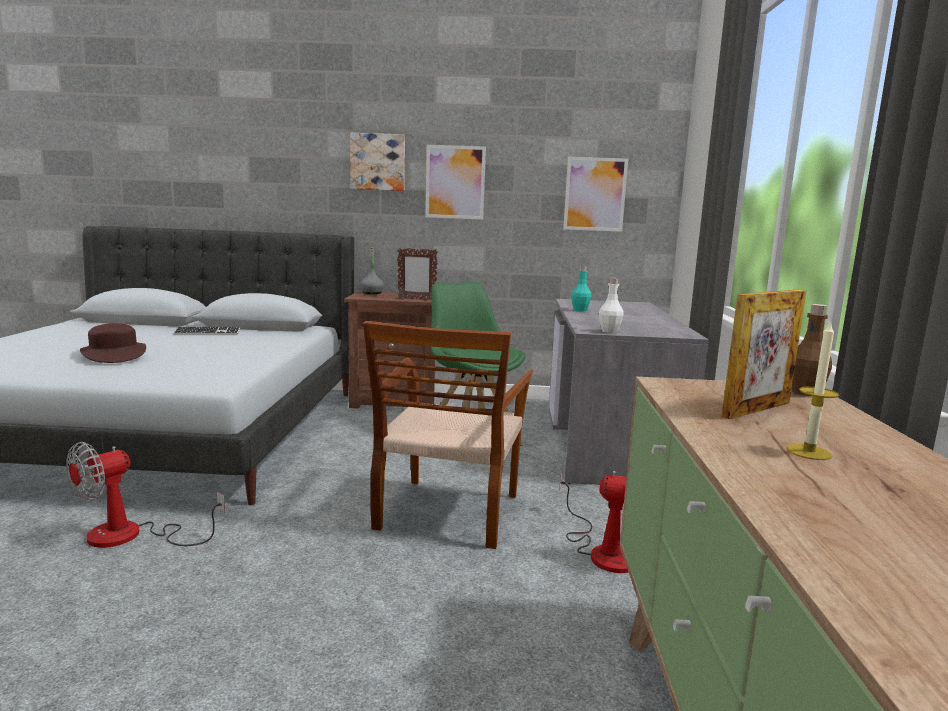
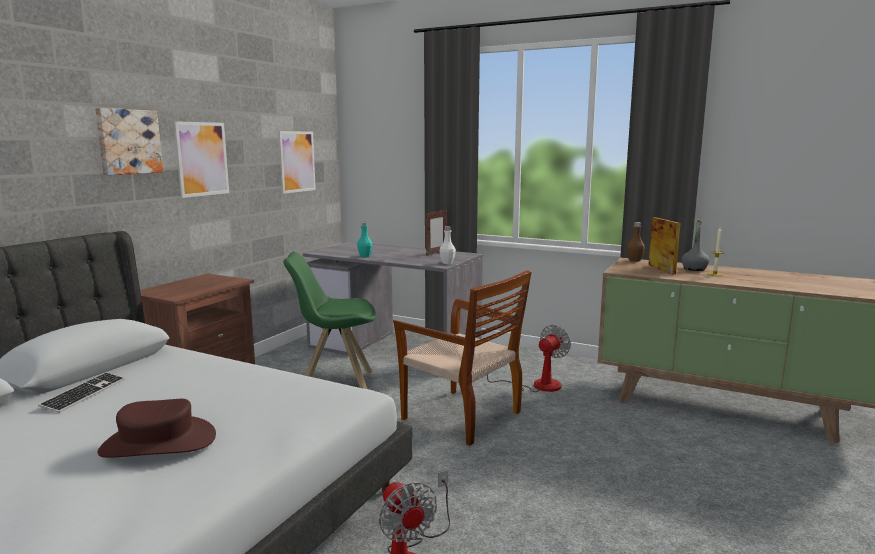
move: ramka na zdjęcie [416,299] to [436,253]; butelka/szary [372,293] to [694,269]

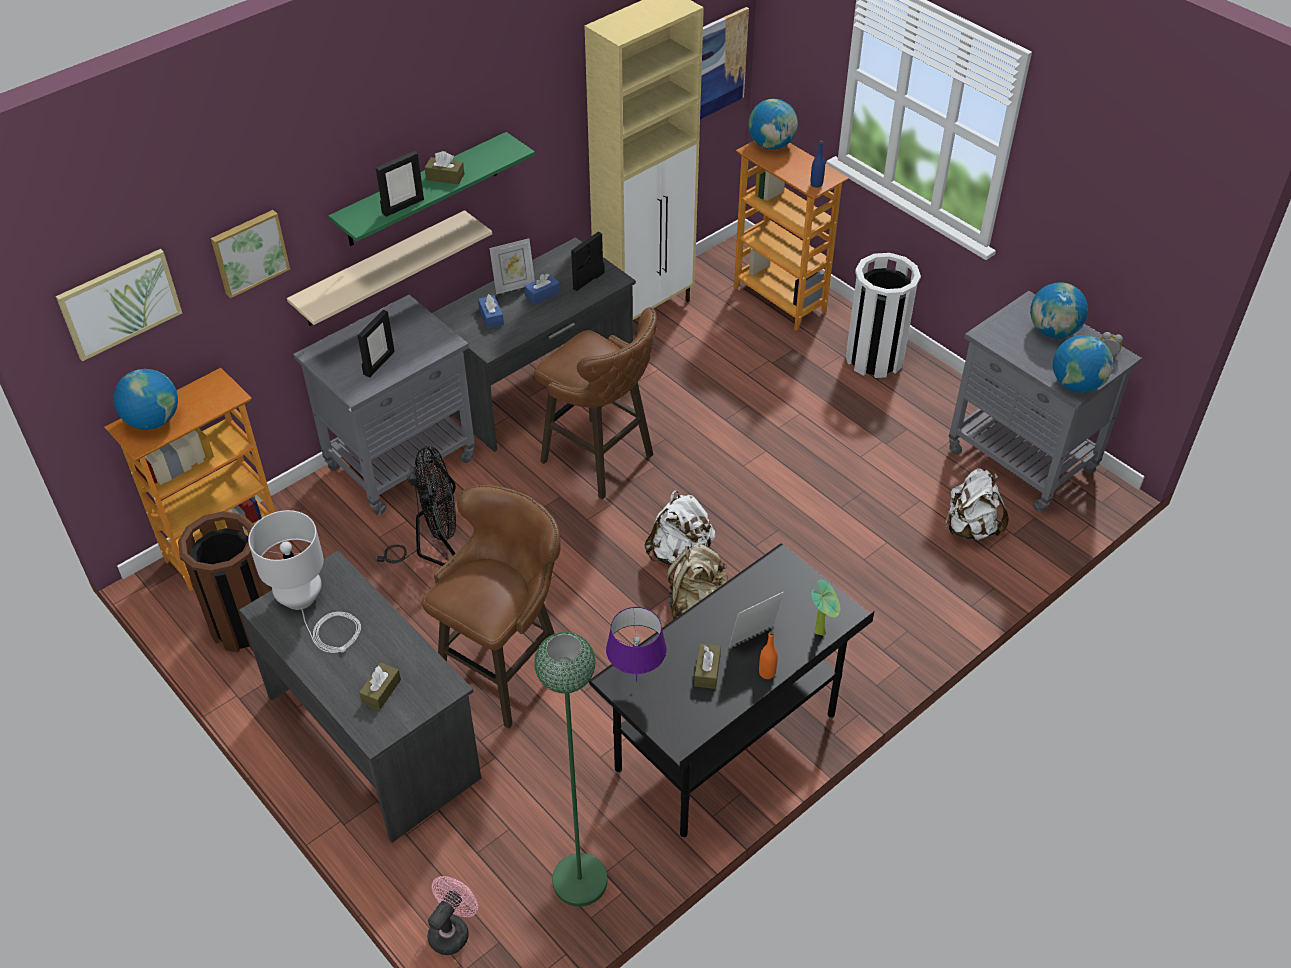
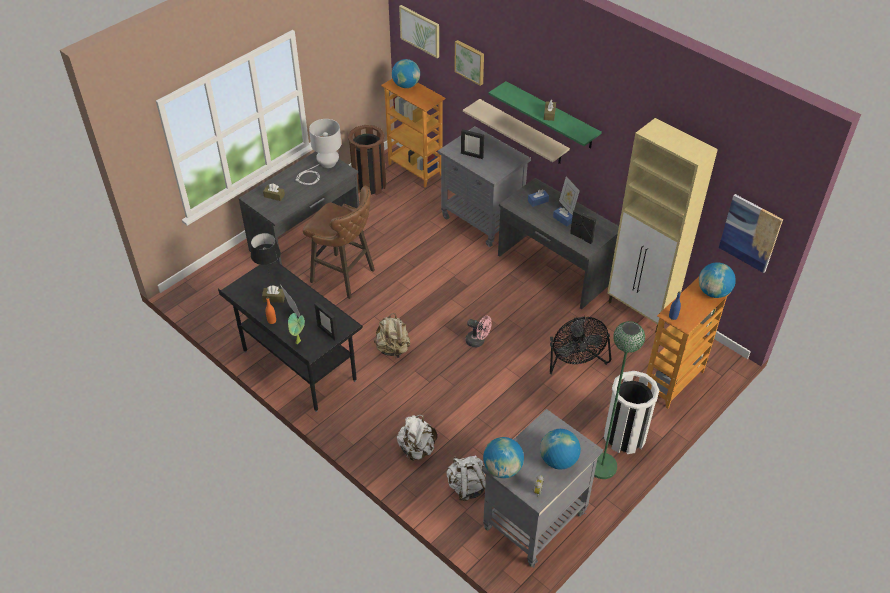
delete: stołek/brązowy [601,460]
move: ramka na zdjęcie [403,206] to [328,332]; plecak/biały [679,552] to [417,449]; wentylator/różowy [452,930] to [478,341]; wentylator/czarny [432,538] to [572,360]; lampa stojąca/zielony [579,881] to [601,466]
recolor: lampa stołowa/fioletowy [637,681] to lampa stołowa/czarny [269,273]

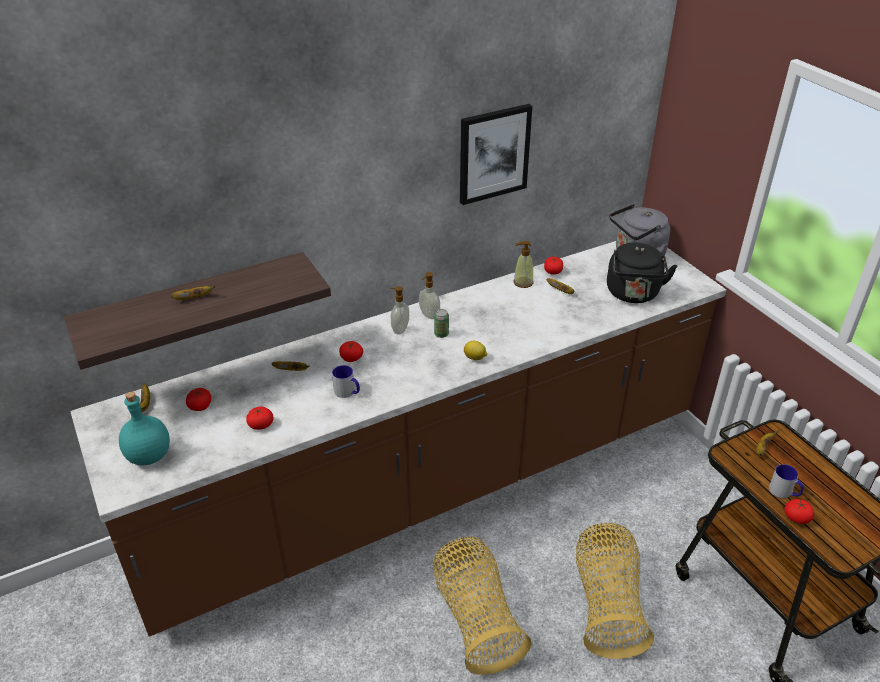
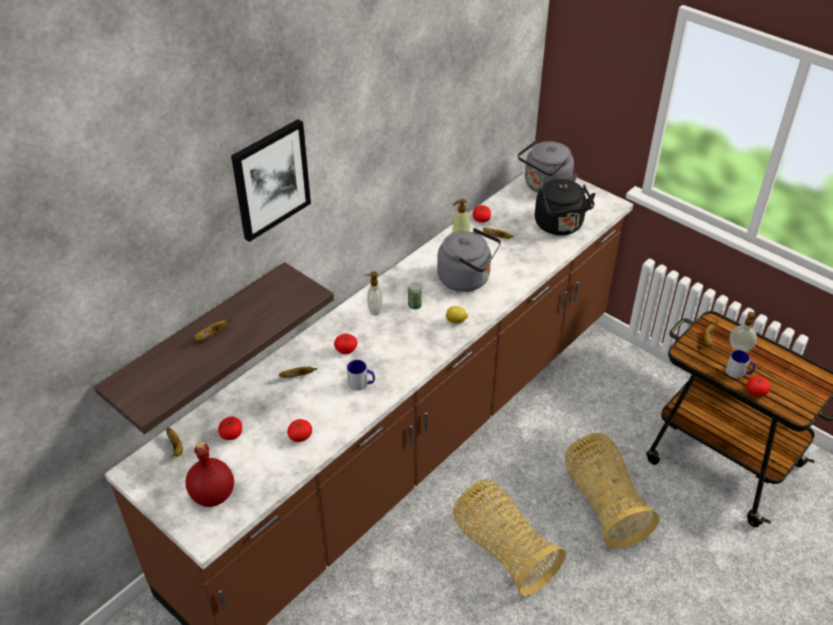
insert: czajnik/szary [467,279]
move: obraz [493,153] to [270,179]; dozownik mydła [428,315] to [739,348]
recolor: butelka/turkusowy [149,455] to butelka/czerwony [213,494]

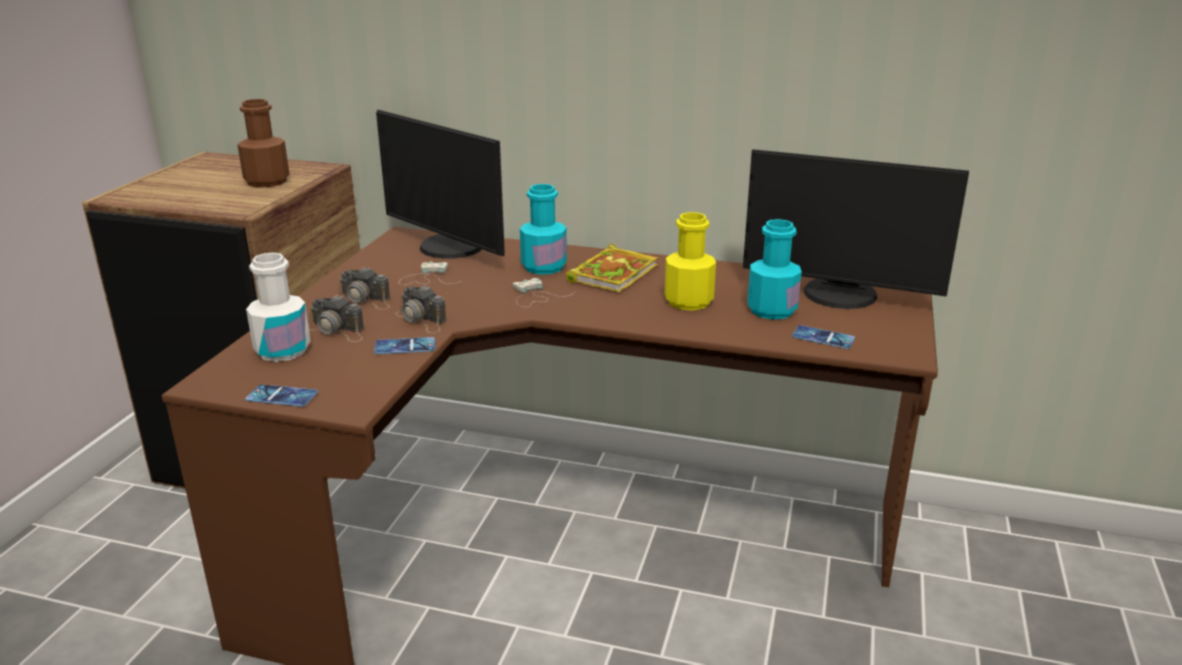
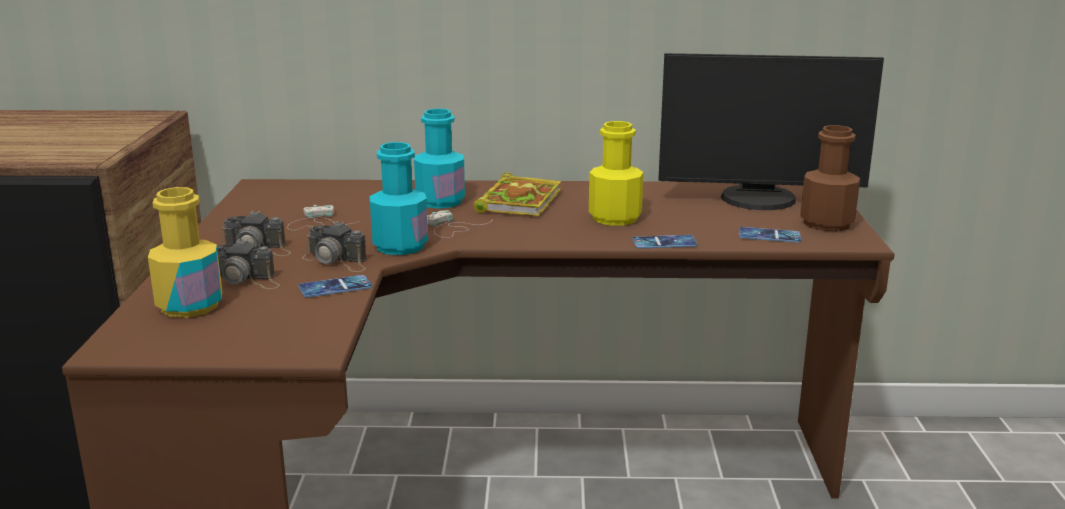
delete: monitor [449,248]
move: butelka/turkusowy [771,310] to [400,246]; telefon [281,396] to [664,242]; butelka/brązowy [267,181] to [827,223]
recolor: butelka/biały [283,350] to butelka/żółty [190,306]

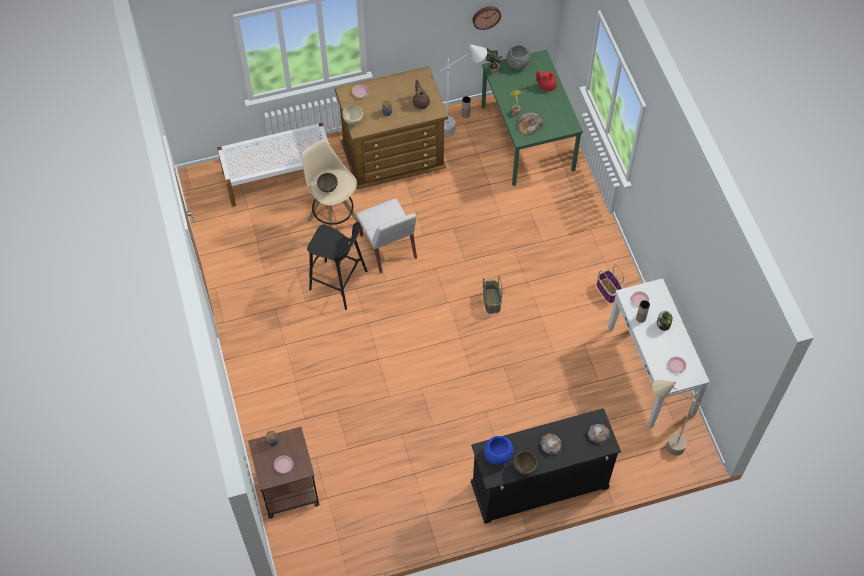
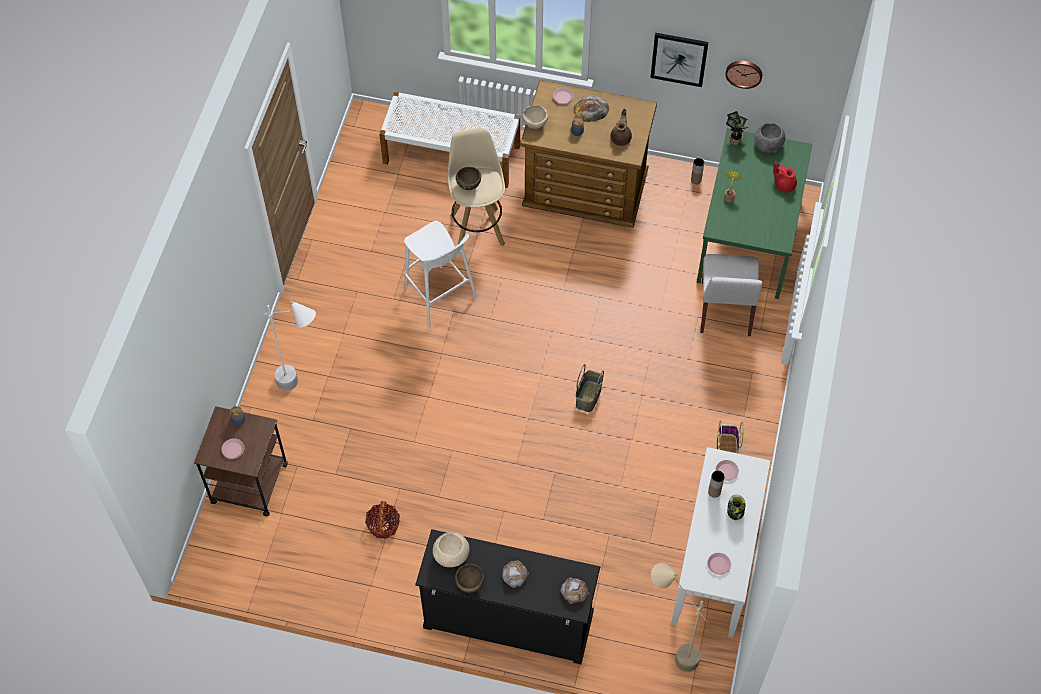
insert: koszyk [383,525]; obraz [679,59]
move: lampa stojąca/biały [460,127] to [303,387]; chleb [529,124] to [591,109]; krzesło/biały [388,247] to [725,309]
recolor: stołek/czarny [338,283] to stołek/biały [439,296]; miska/niebieski [497,455] to miska/beżowy [451,555]

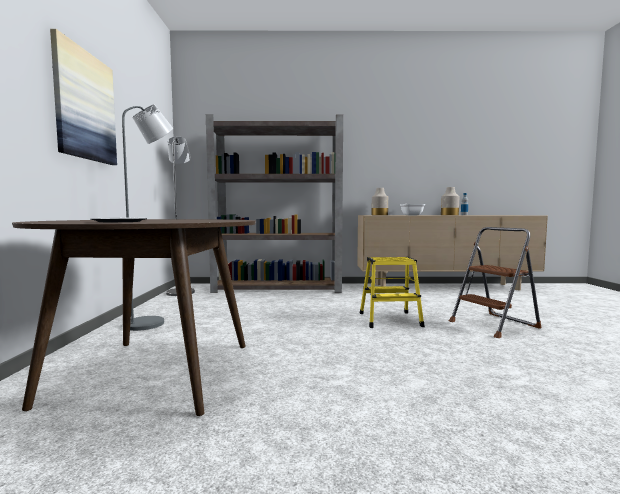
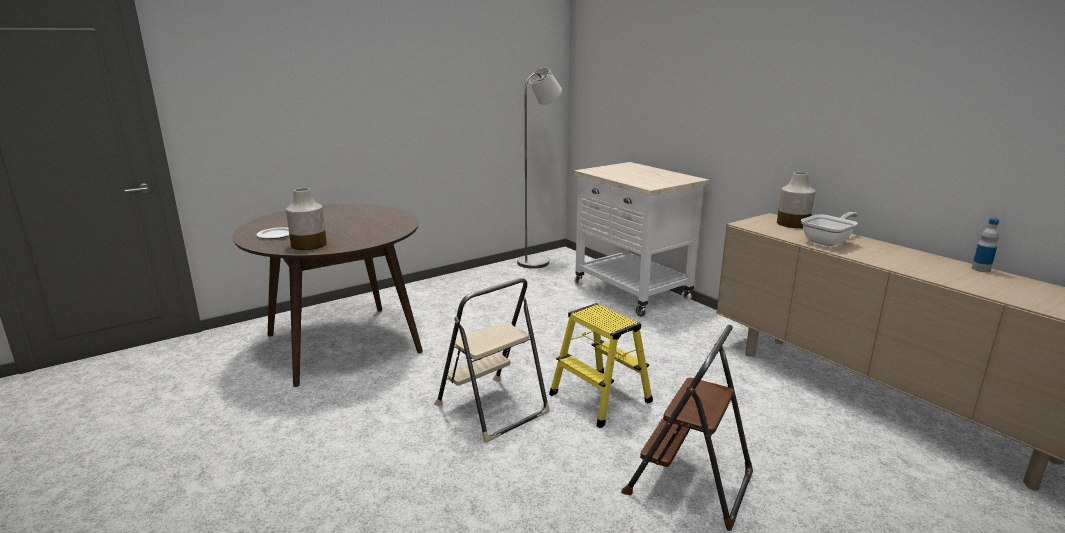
delete: obraz [84,106]; lampa stojąca/szary [151,322]
insert: drabinka/beżowy [494,410]
move: wazon/beżowy [449,215] to [309,244]
replace: regał/brązowy [278,288] to wózek/biały [632,293]

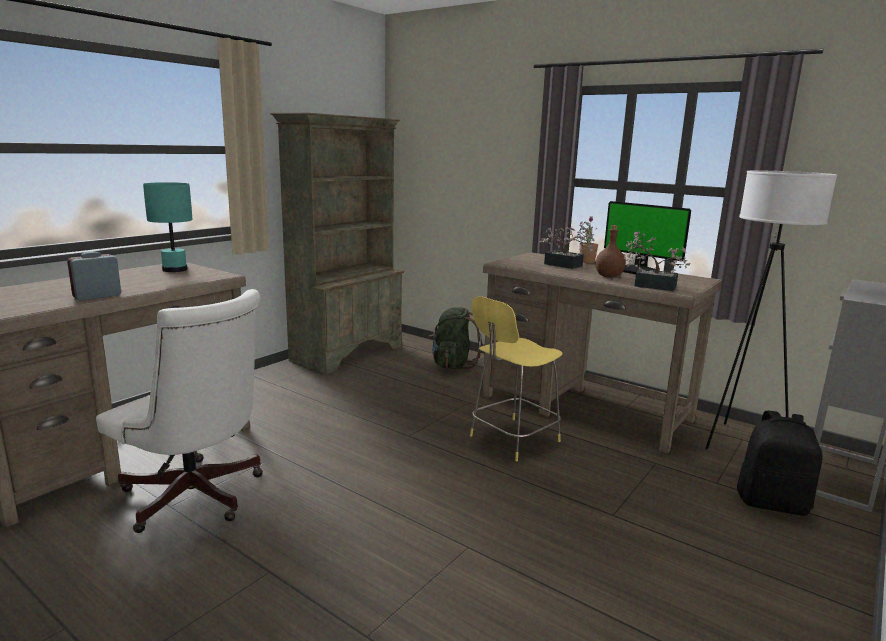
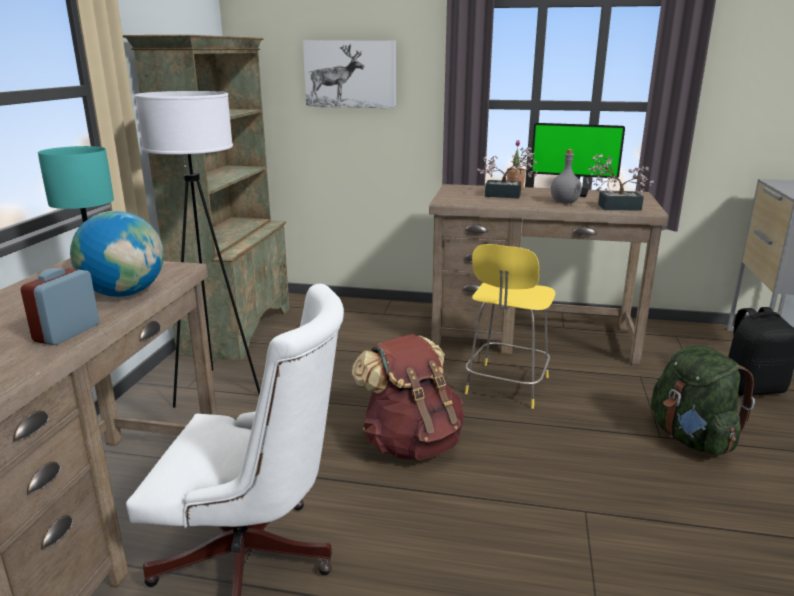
insert: globus [125,293]; obraz [350,74]; plecak/brązowy [411,443]
move: lampa stojąca/biały [740,443] to [216,390]; plecak/zielony [452,365] to [691,438]
recolor: butelka/brązowy [608,276] to butelka/szary [564,202]

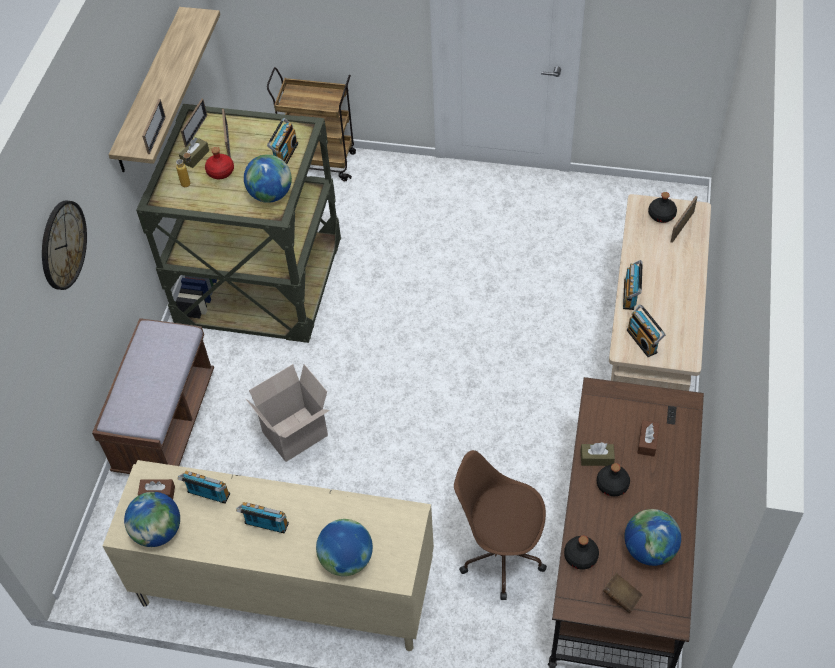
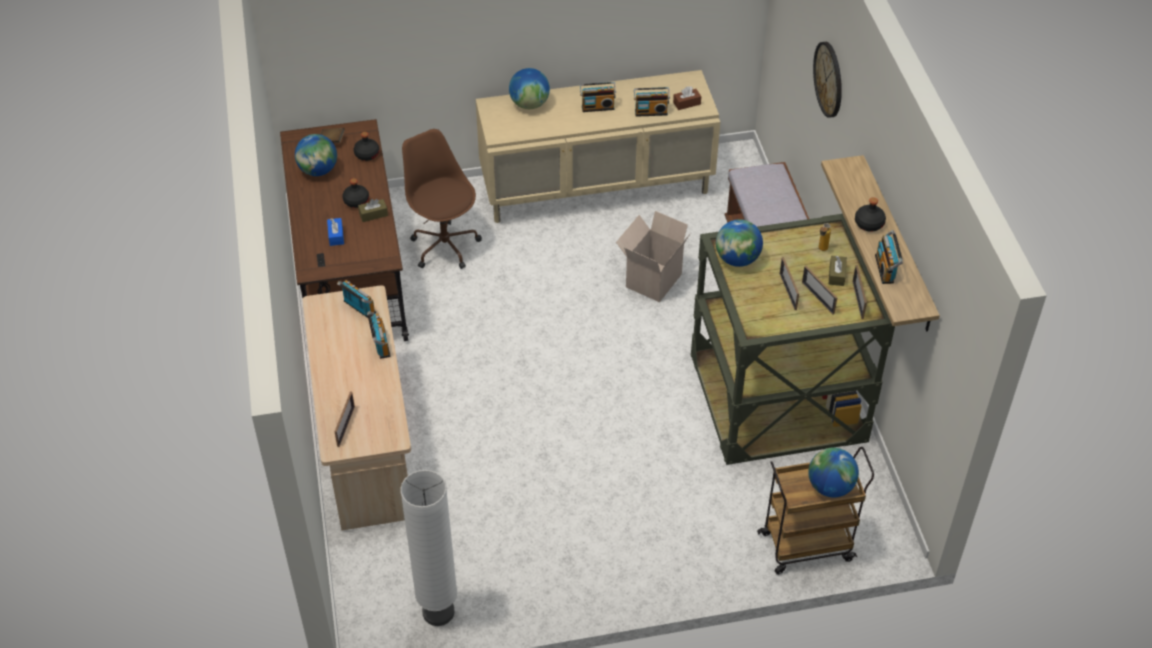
delete: butelka/czerwony [221,171]
insert: lampa stojąca/biały [438,612]
move: ramka na zdjęcie [156,135] to [788,291]; globus [158,532] to [830,487]; butelka/czarny [662,215] to [868,223]; radio [285,154] to [886,269]
recolor: pudełko chusteczek/brązowy [647,442] to pudełko chusteczek/niebieski [336,236]
rotate: krzesło biurowe/brązowy [499,557] = [444,246] 120 degrees counterclockwise

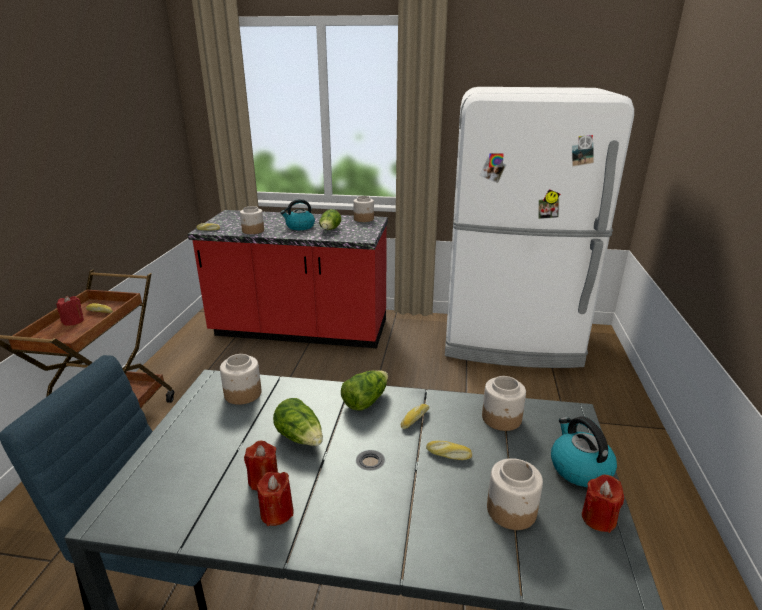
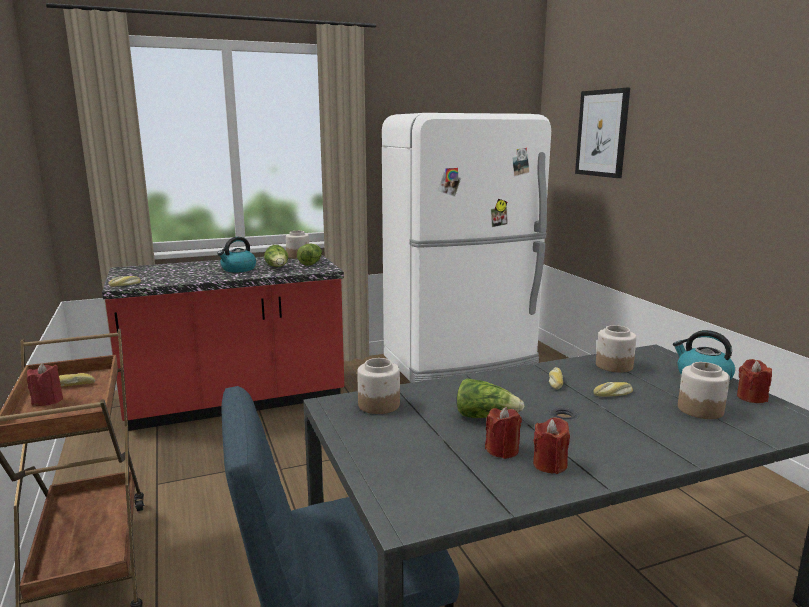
delete: słoik [253,231]
insert: obraz [602,133]
move: sałata [365,400] to [310,263]

